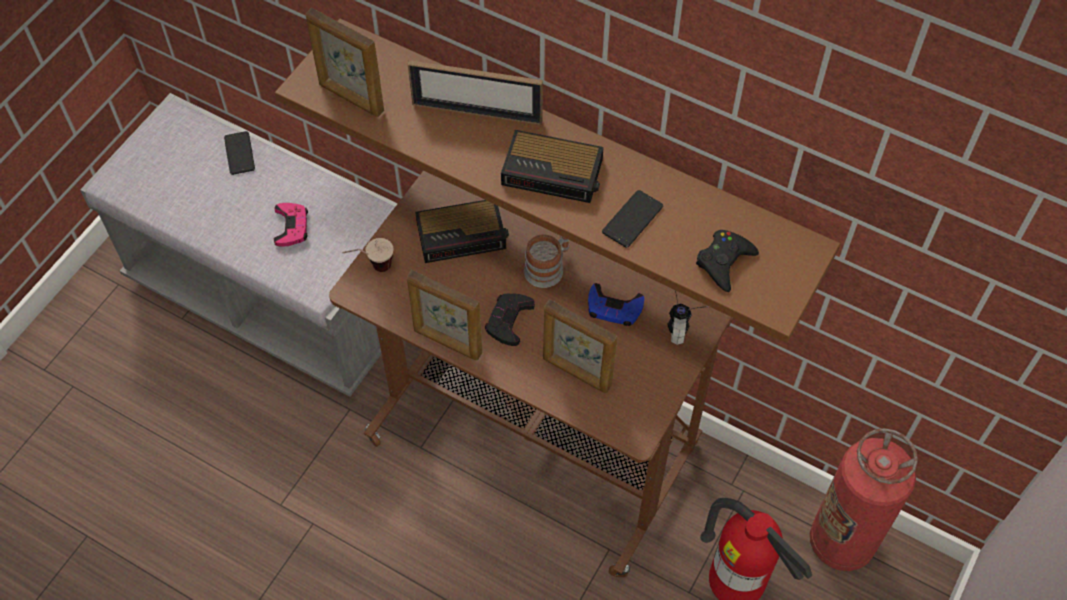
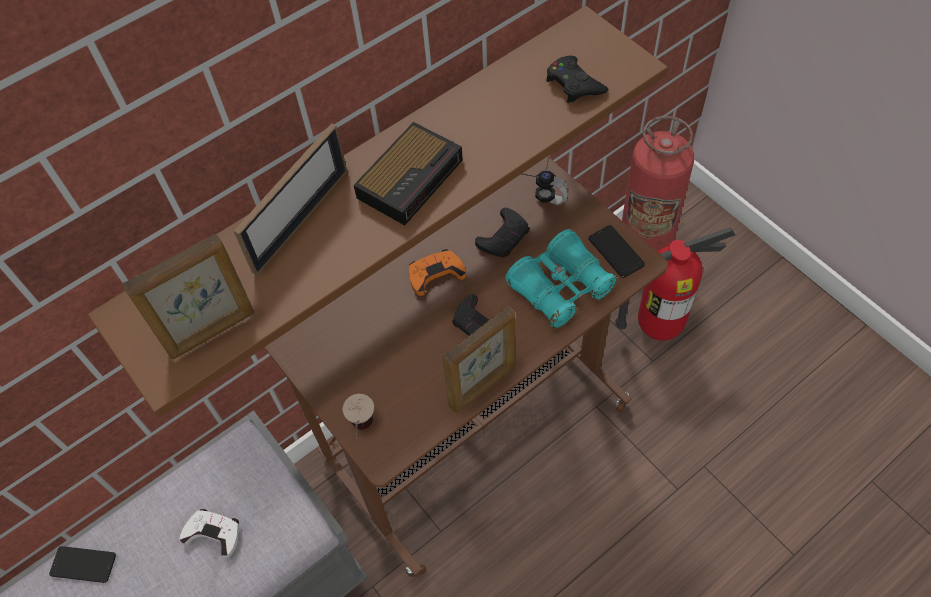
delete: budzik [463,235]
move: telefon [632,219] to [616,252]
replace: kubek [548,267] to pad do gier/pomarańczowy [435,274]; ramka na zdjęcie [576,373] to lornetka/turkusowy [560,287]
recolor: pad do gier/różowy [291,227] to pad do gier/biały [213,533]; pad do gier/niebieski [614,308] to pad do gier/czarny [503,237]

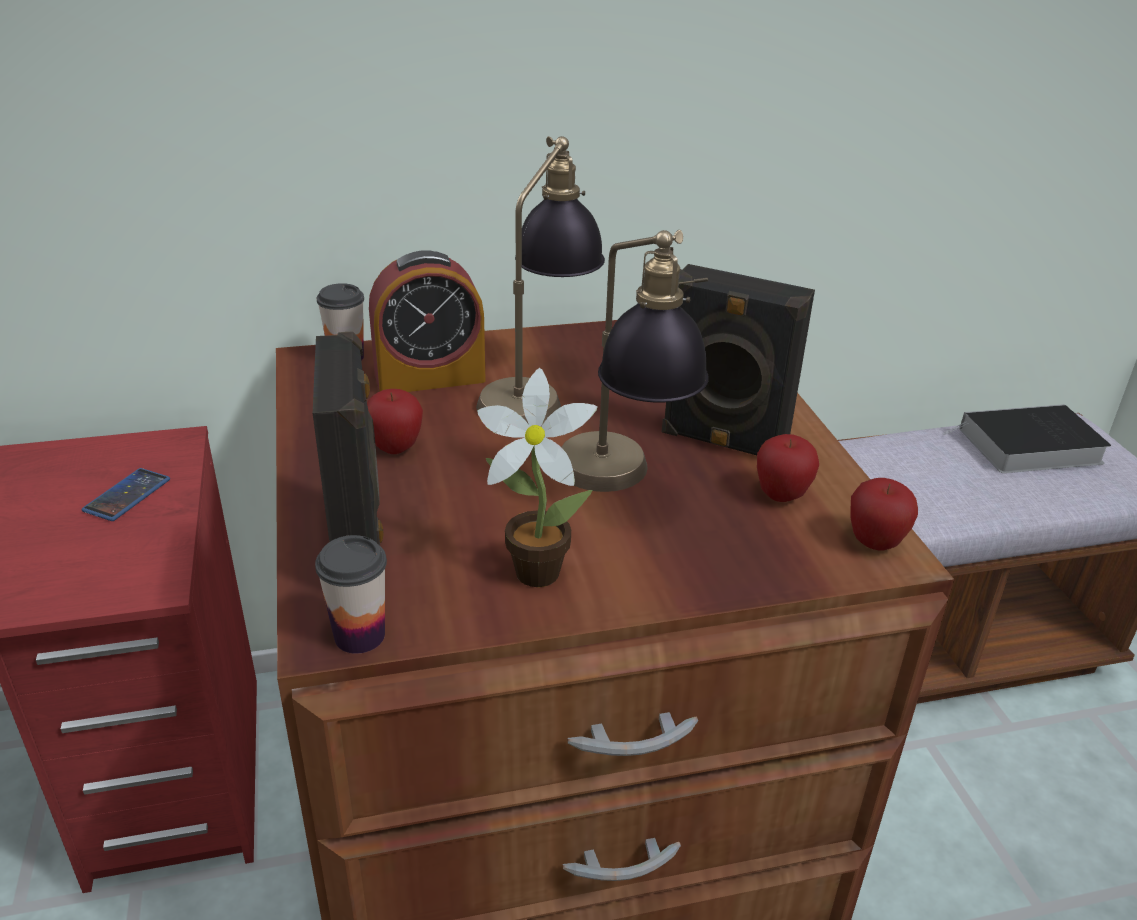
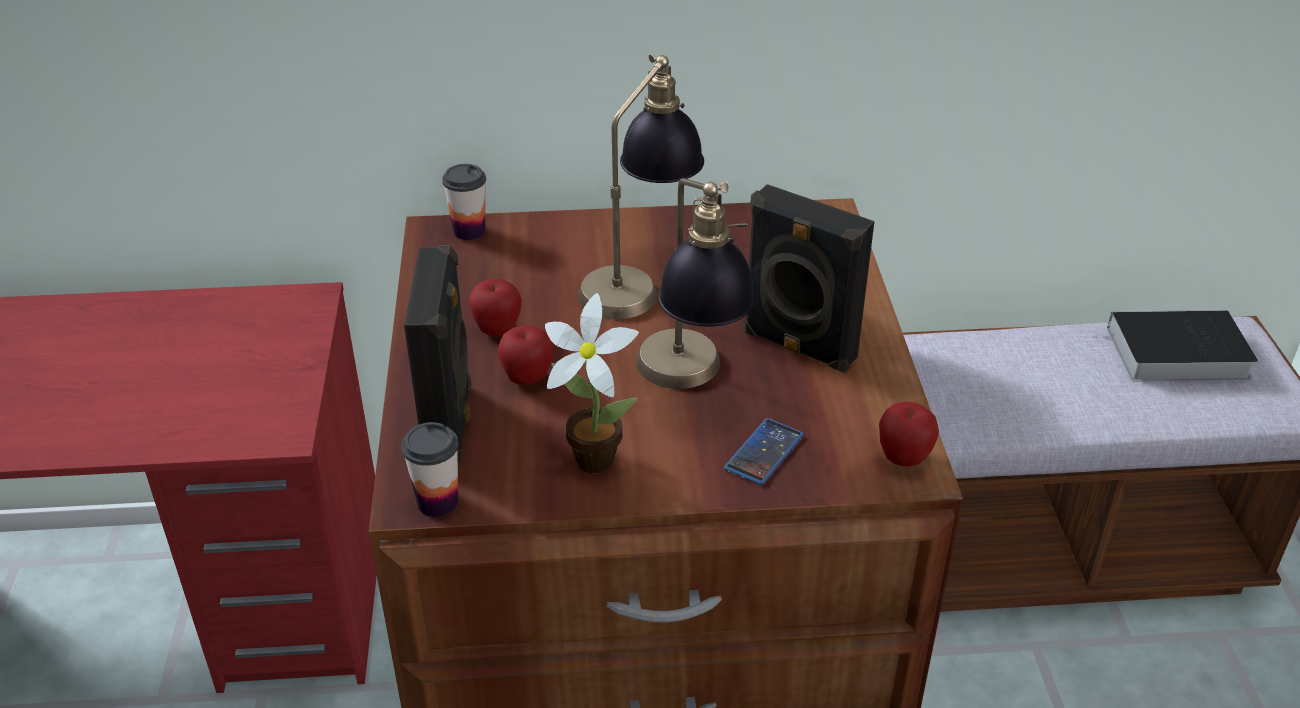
delete: budzik [430,377]
move: jabłko [781,496] to [527,379]; telefon [127,495] to [764,452]

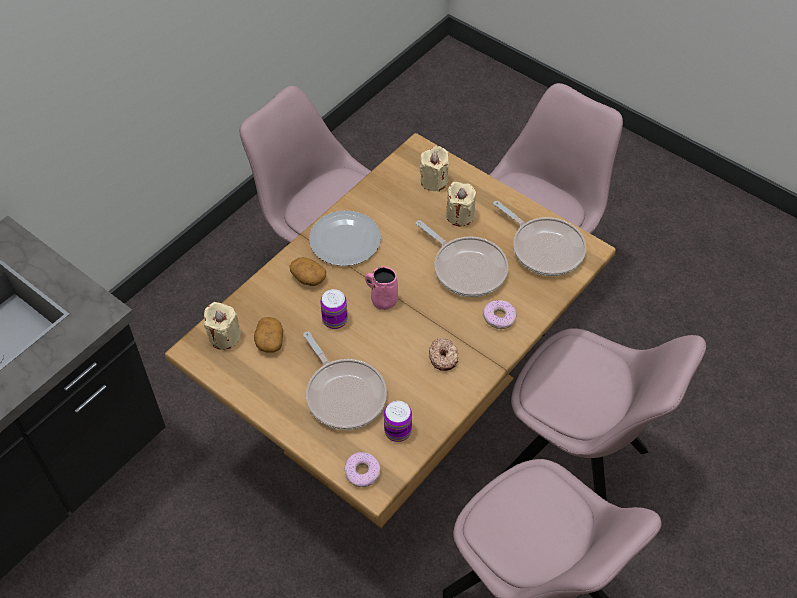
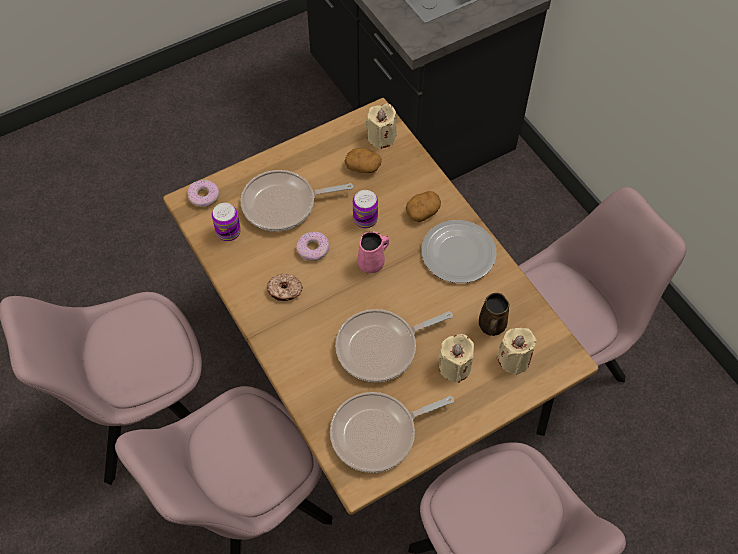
insert: kubek/brązowy [491,326]
move: donut [499,317] to [313,249]

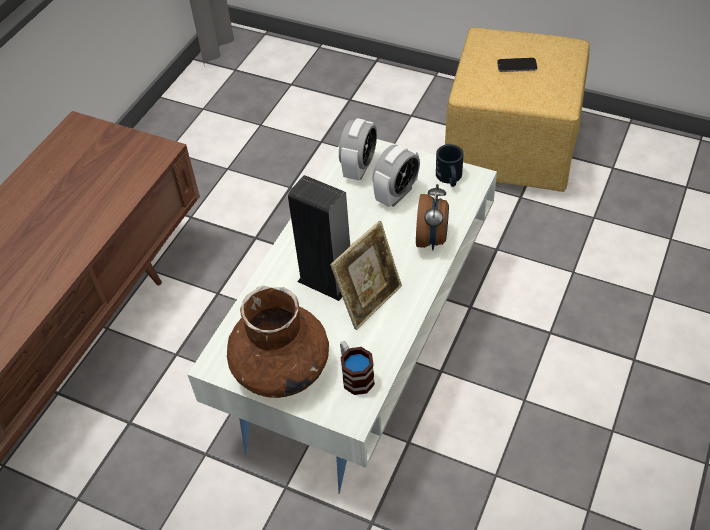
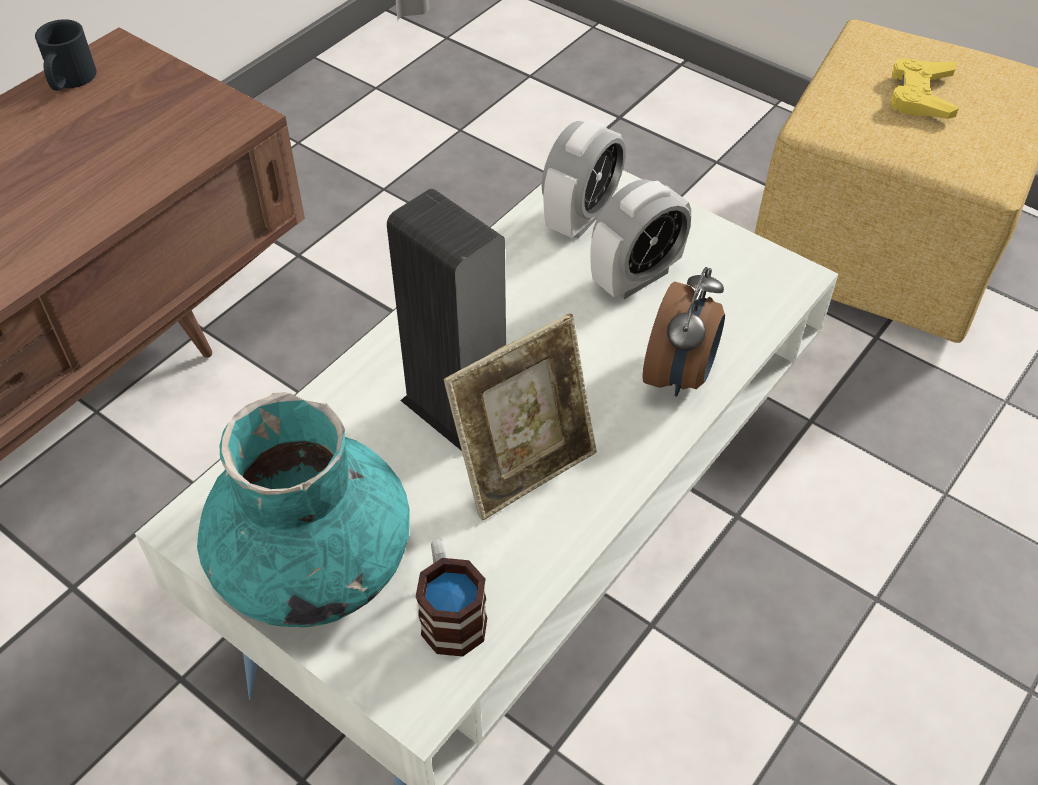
move: kubek/czarny [450,178] to [69,81]
replace: telefon [517,66] to pad do gier/żółty [921,95]
recolor: wazon/brązowy [280,367] to wazon/turkusowy [312,562]

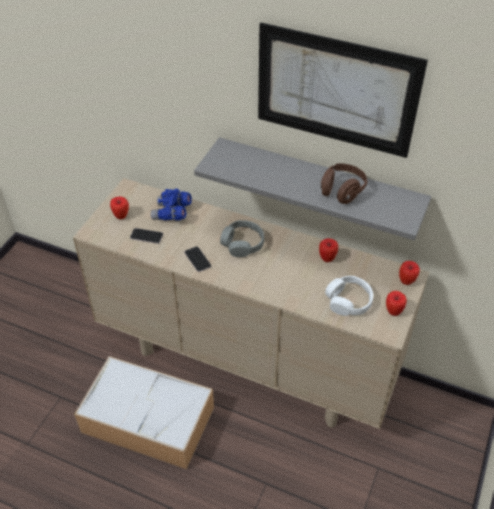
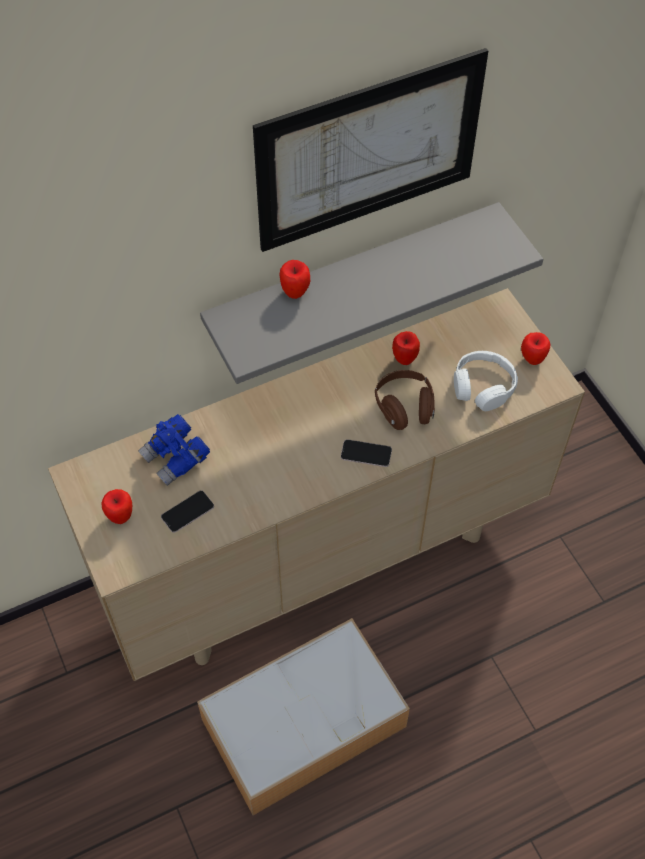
delete: słuchawki/szary [242,243]
move: jabłko [406,281] to [295,292]; telefon [197,259] to [366,453]; słuchawki/brązowy [342,191] to [404,408]

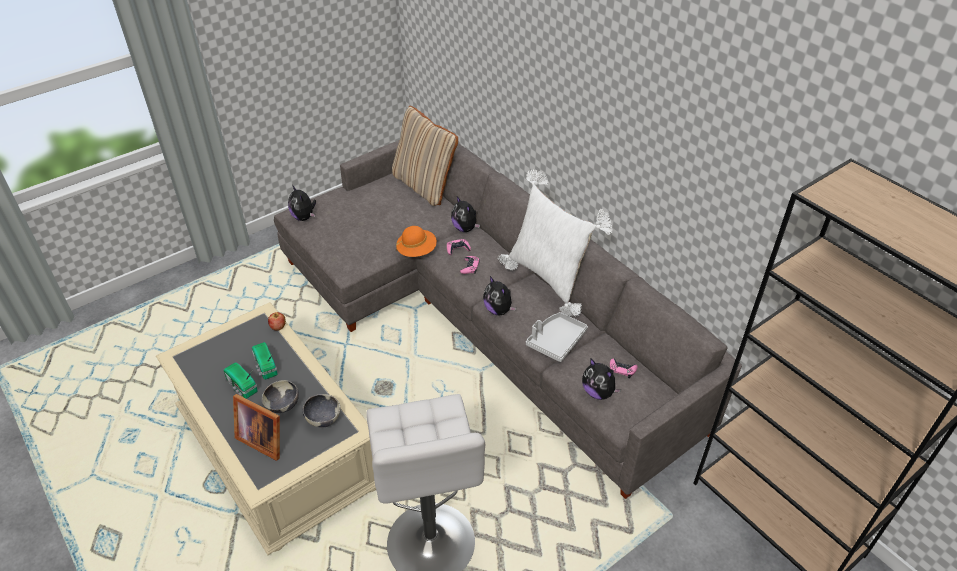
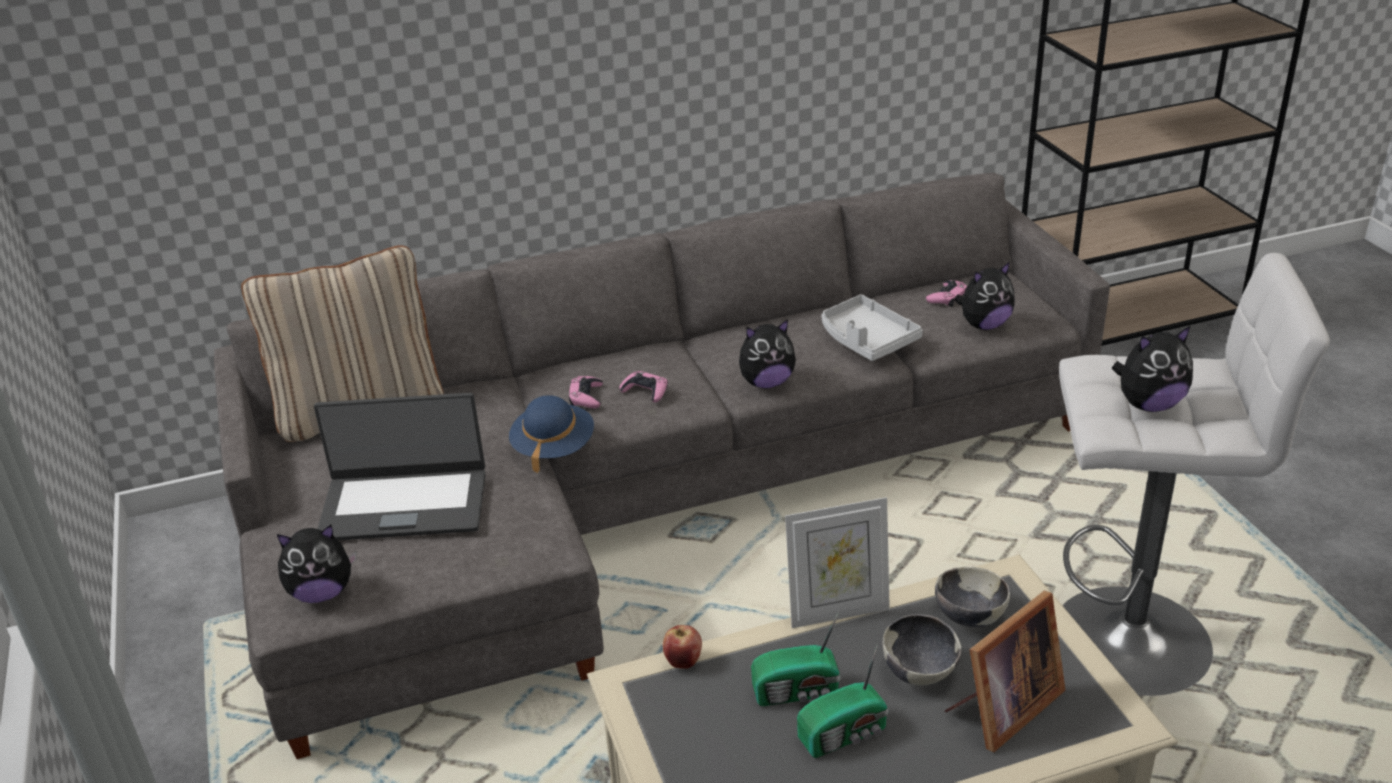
delete: poduszka/biały [549,284]
insert: laptop [404,504]; ramka na zdjęcie [837,611]
move: pluszak [465,228] to [1148,404]
recolor: kapelusz/pomarańczowy [417,251] to kapelusz/niebieski [553,448]

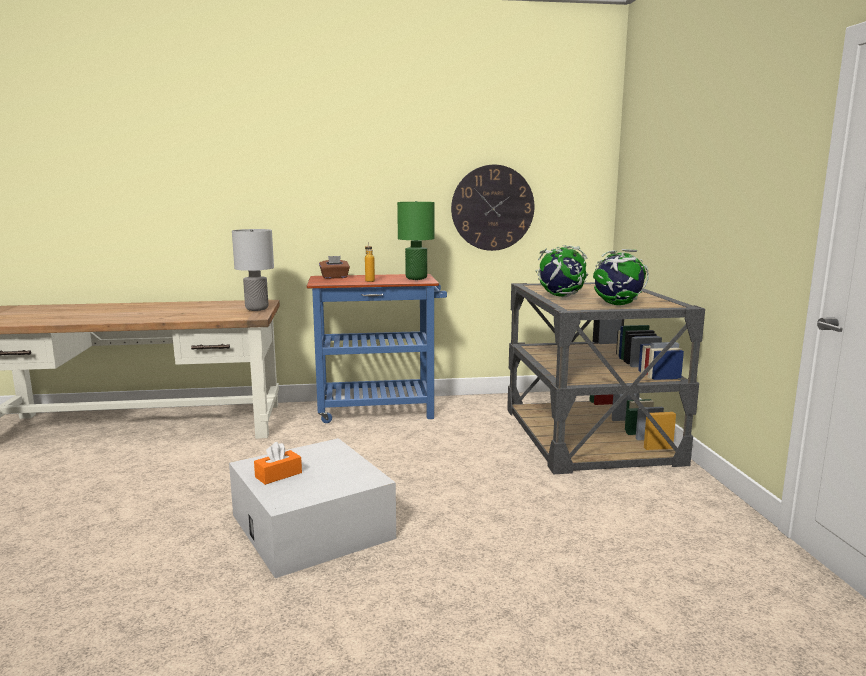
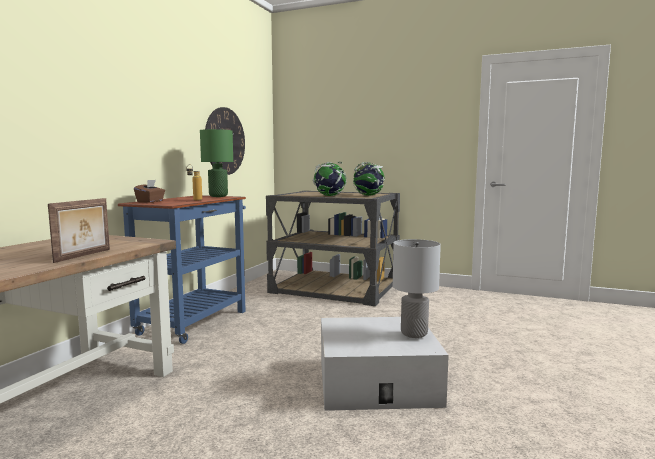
delete: pudełko chusteczek/pomarańczowy [278,475]
insert: ramka na zdjęcie [84,255]
move: lampa stołowa/szary [257,310] to [414,335]

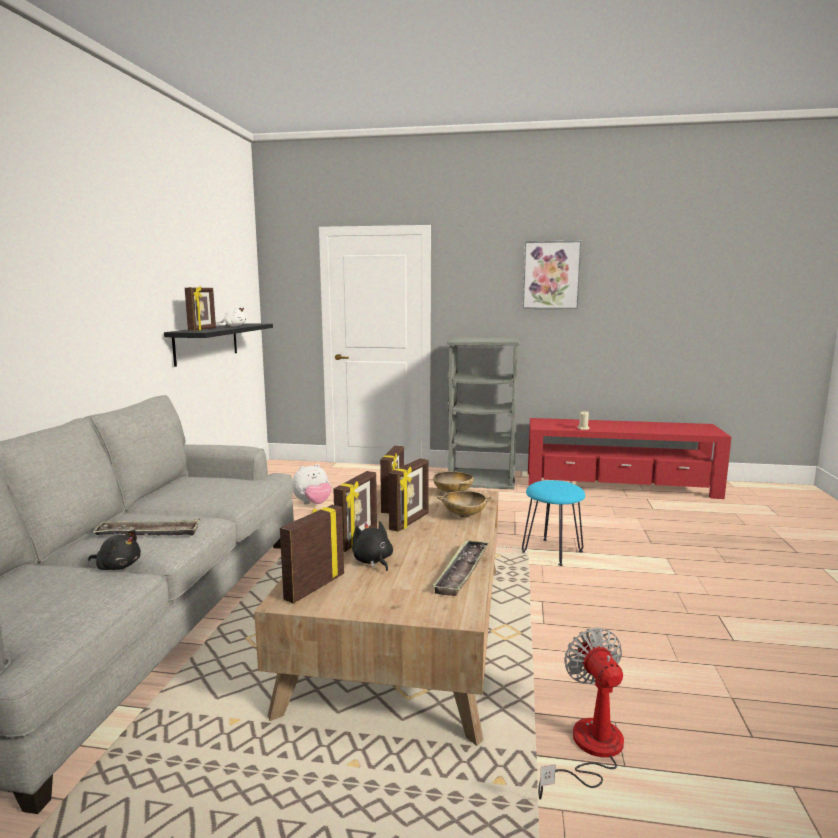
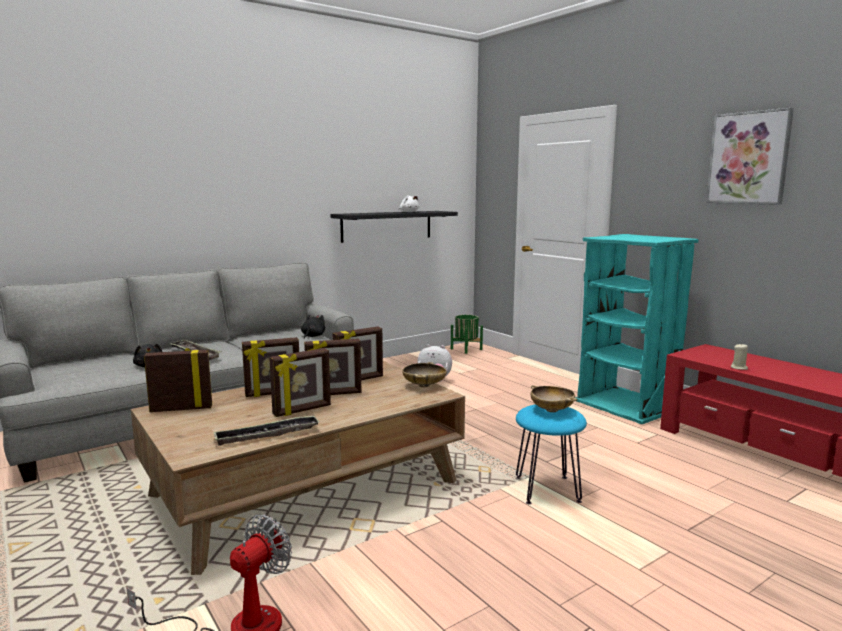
insert: donica/zielony [466,349]
move: ramka na zdjęcie [203,329] to [302,410]; pluszak/czarny [373,561] to [312,336]; miska/beżowy [464,515] to [552,410]
recolor: regał/szary [481,479] to regał/turkusowy [627,405]

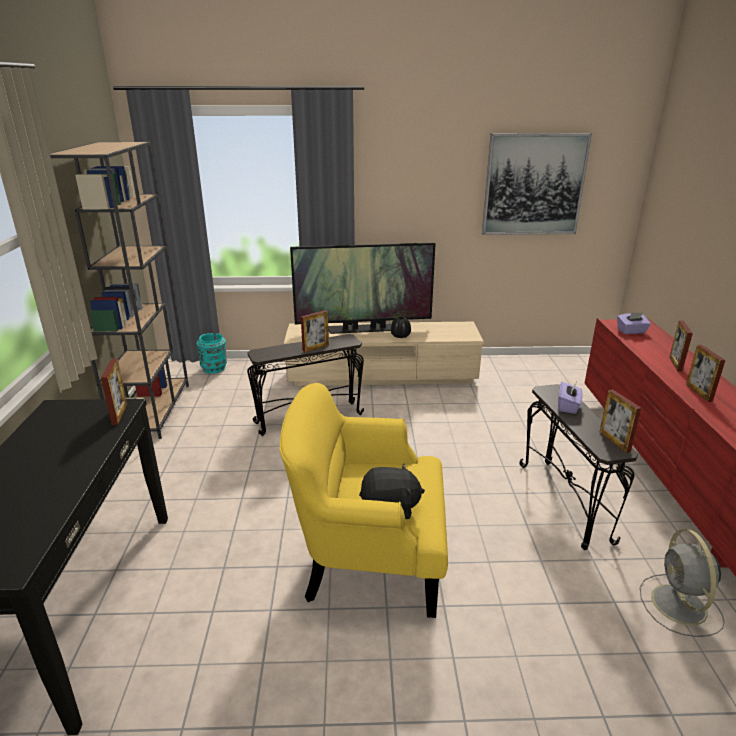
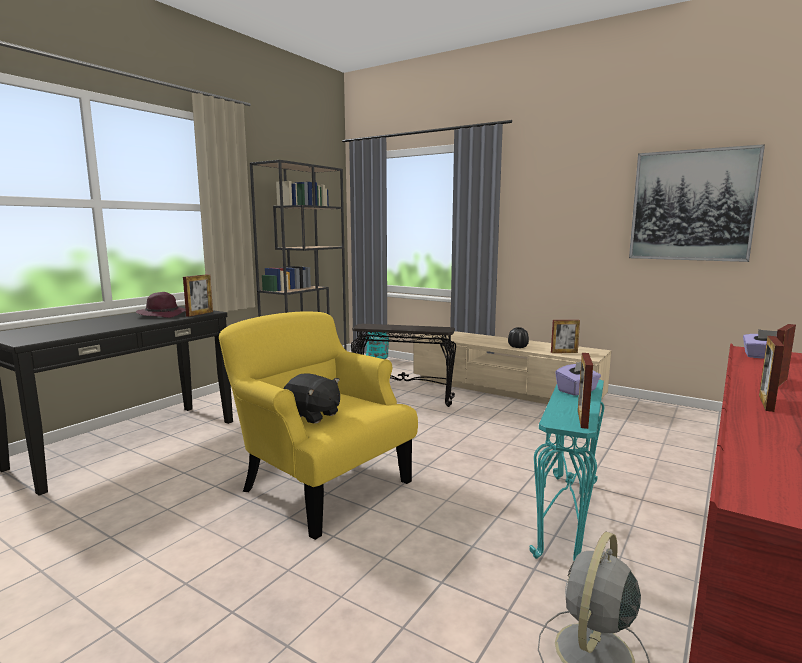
delete: telewizor [363,329]
insert: kapelusz/fioletowy [163,314]
move: ramka na zdjęcie [315,348] to [564,352]
recolor: stolik/czarny [564,502] to stolik/turkusowy [567,516]

